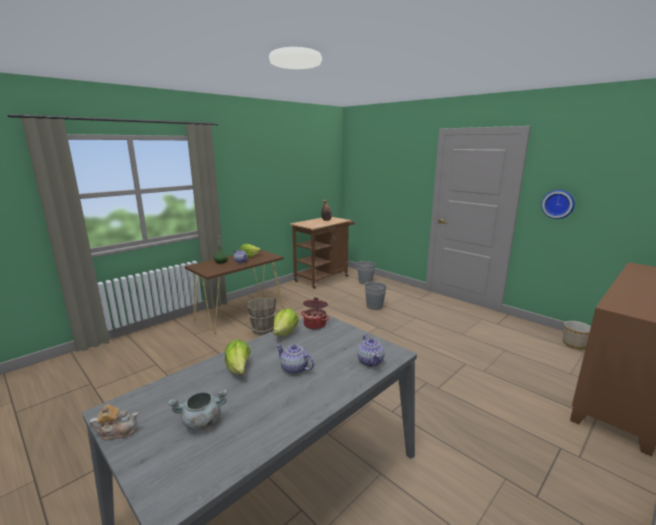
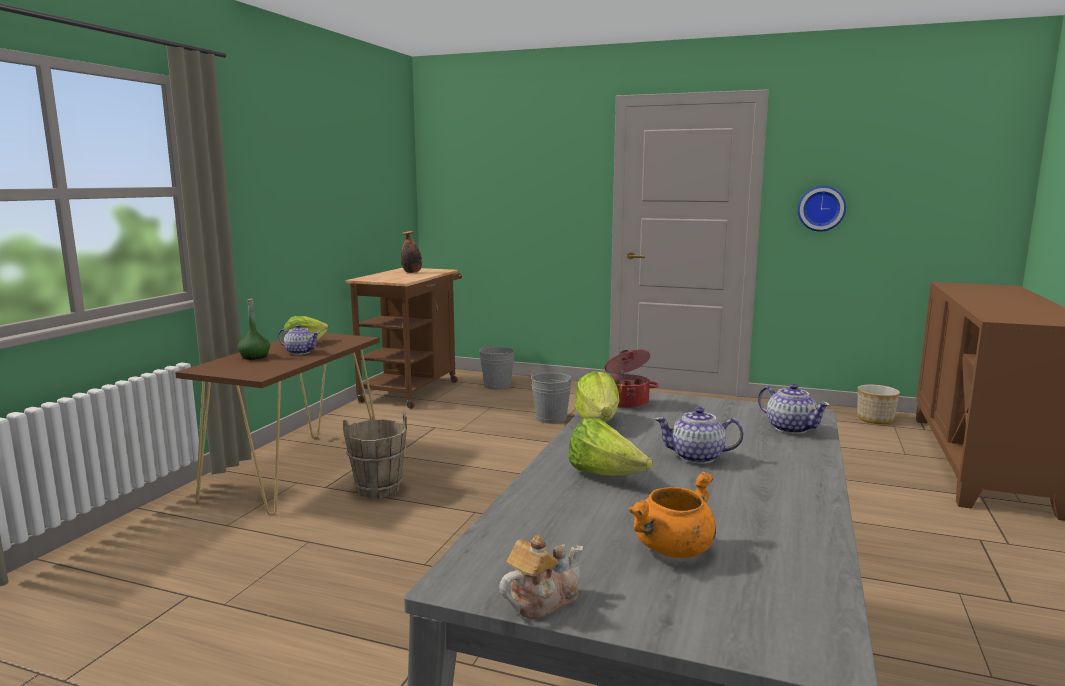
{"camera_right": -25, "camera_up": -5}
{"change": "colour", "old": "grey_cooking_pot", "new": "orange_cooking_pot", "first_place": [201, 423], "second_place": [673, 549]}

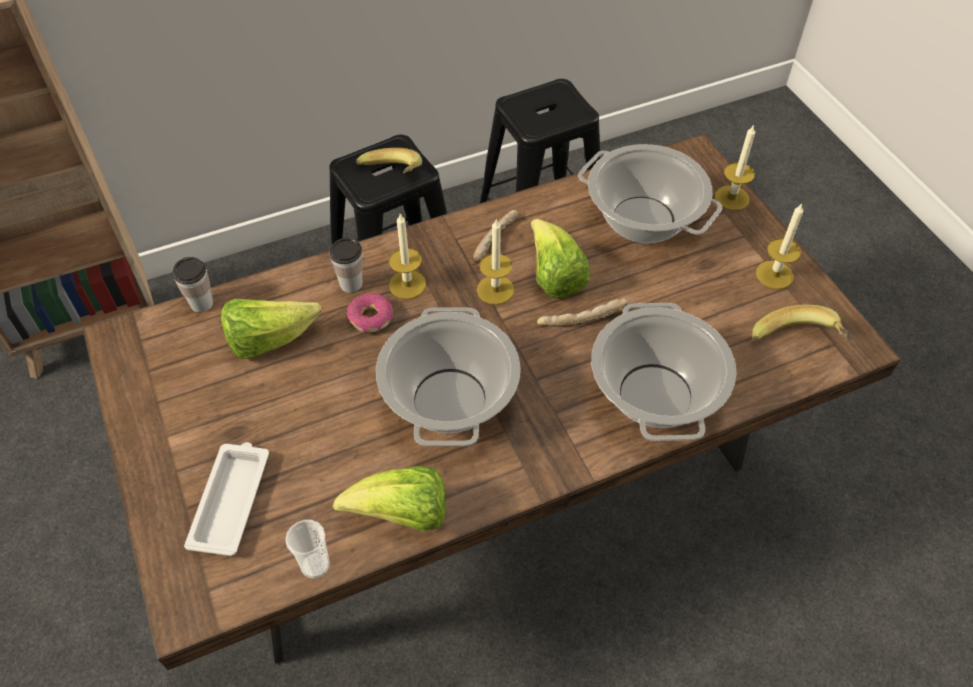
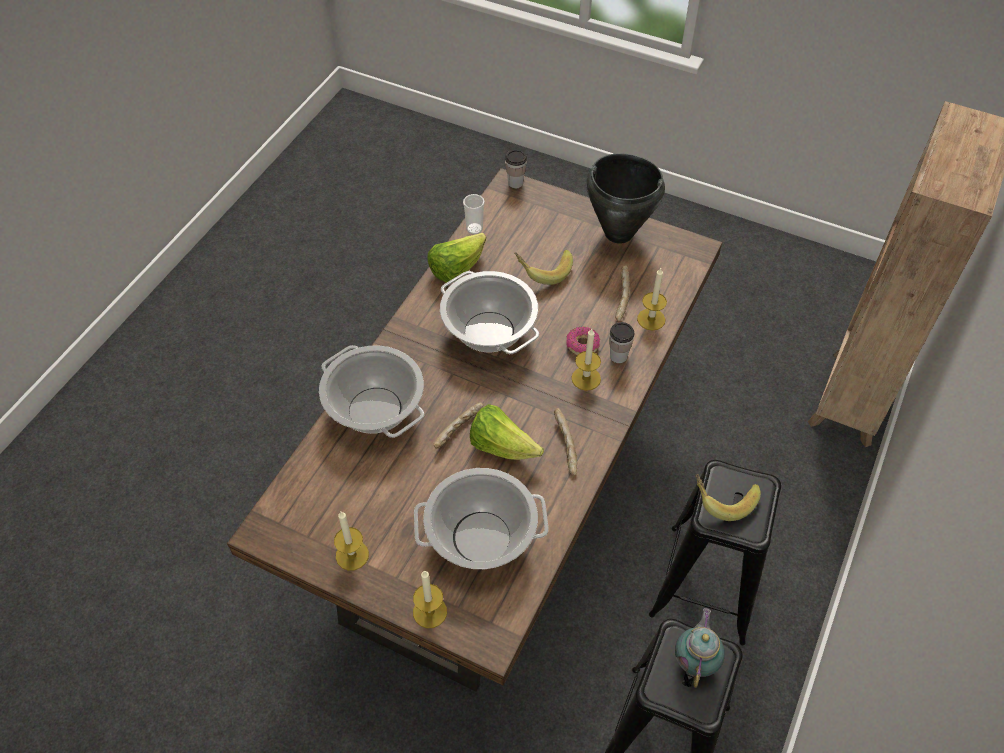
{"camera_right": 140, "camera_up": 0}
{"change": "relocated", "old": "cup", "first_place": [201, 303], "second_place": [515, 183]}
{"change": "relocated", "old": "banana", "first_place": [797, 344], "second_place": [543, 271]}
{"change": "appeared", "new": "black_cooking_pot", "second_place": [618, 233]}
{"change": "exchanged", "old": "lettuce", "new": "bread", "first_place": [269, 340], "second_place": [620, 297]}
{"change": "relocated", "old": "candle", "first_place": [495, 290], "second_place": [651, 319]}
{"change": "appeared", "new": "teapot", "second_place": [696, 660]}
{"change": "missing", "old": "white_tray", "first_place": [231, 500]}

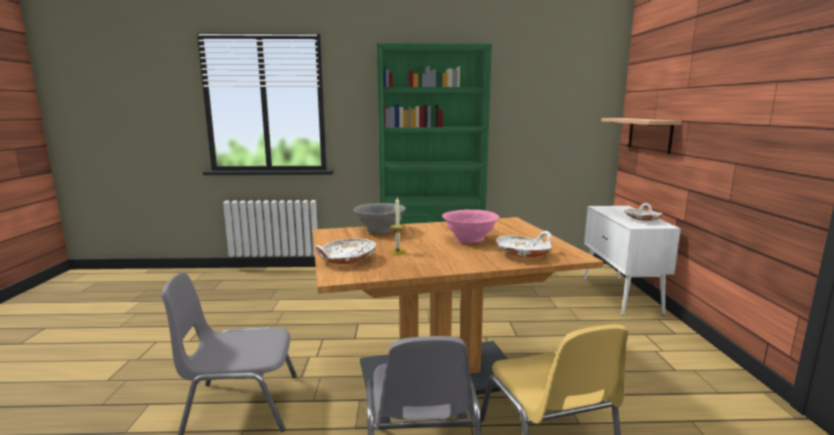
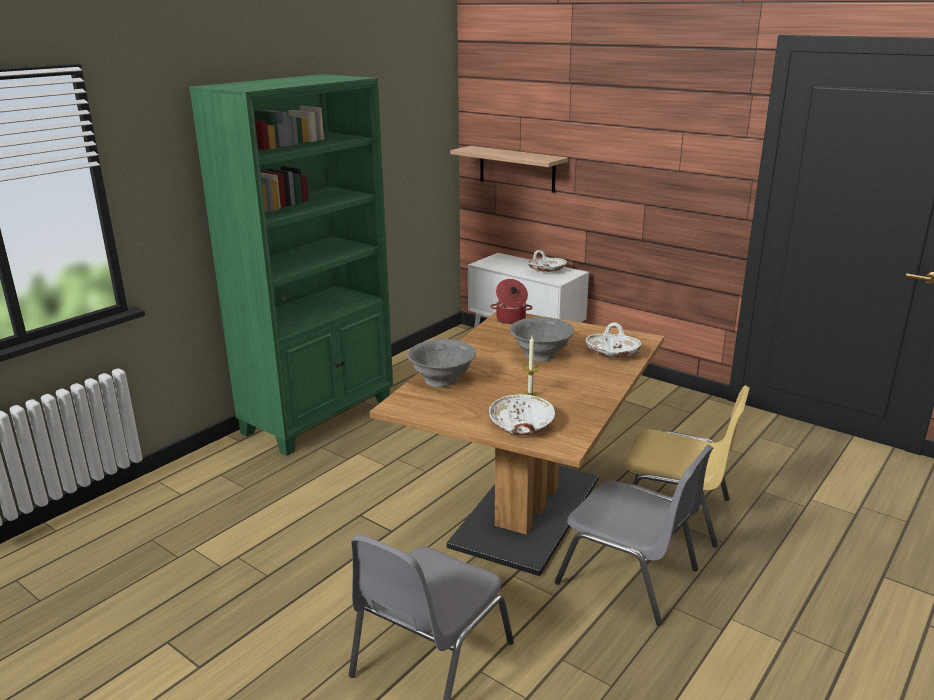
{"camera_right": -50, "camera_up": 10}
{"change": "appeared", "new": "cooking_pot", "second_place": [511, 319]}
{"change": "colour", "old": "pink_bowl", "new": "grey_bowl", "first_place": [470, 240], "second_place": [541, 355]}

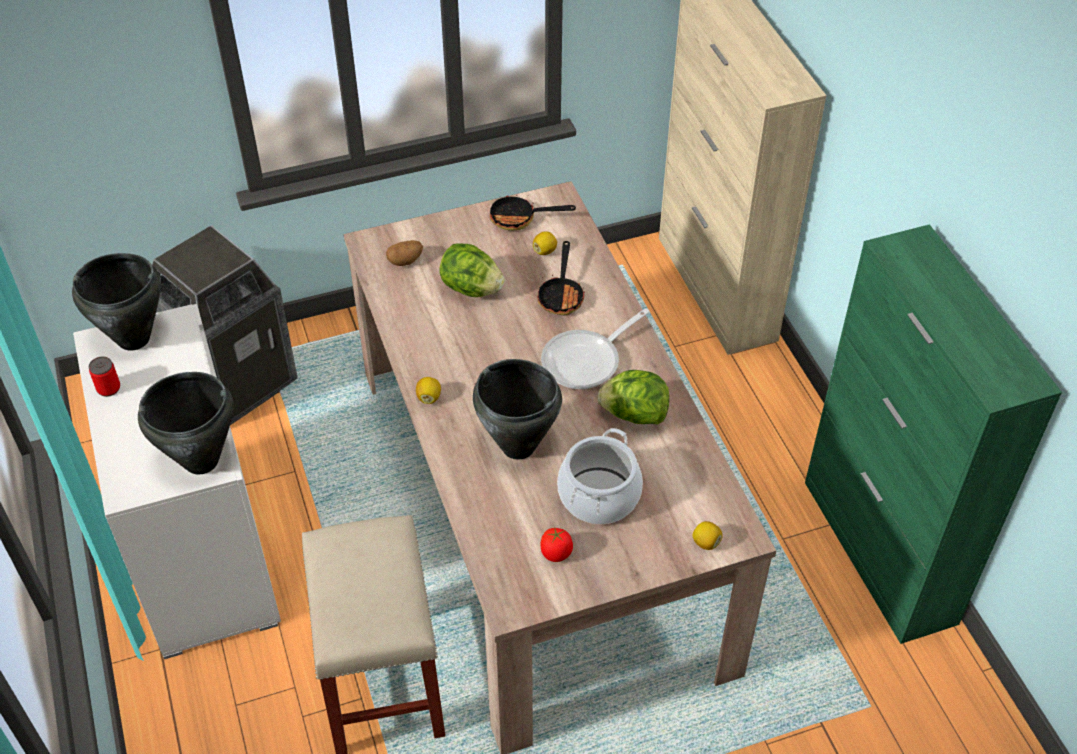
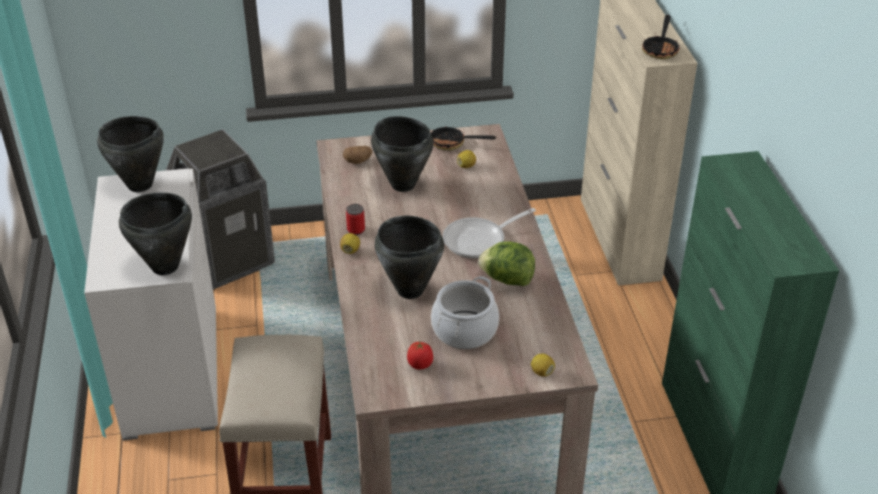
{"camera_right": 10, "camera_up": -10}
{"change": "relocated", "old": "can", "first_place": [108, 388], "second_place": [356, 230]}
{"change": "exchanged", "old": "lettuce", "new": "black_cooking_pot", "first_place": [471, 289], "second_place": [403, 184]}
{"change": "relocated", "old": "frying_pan", "first_place": [561, 295], "second_place": [661, 49]}

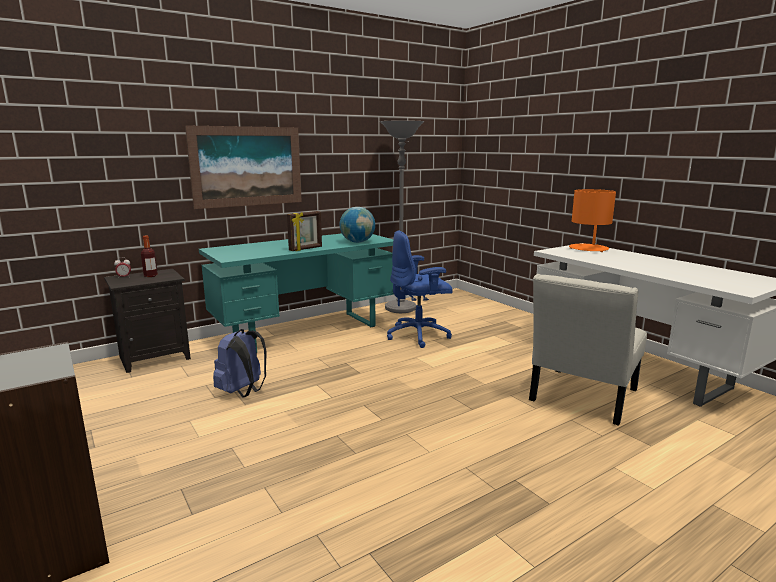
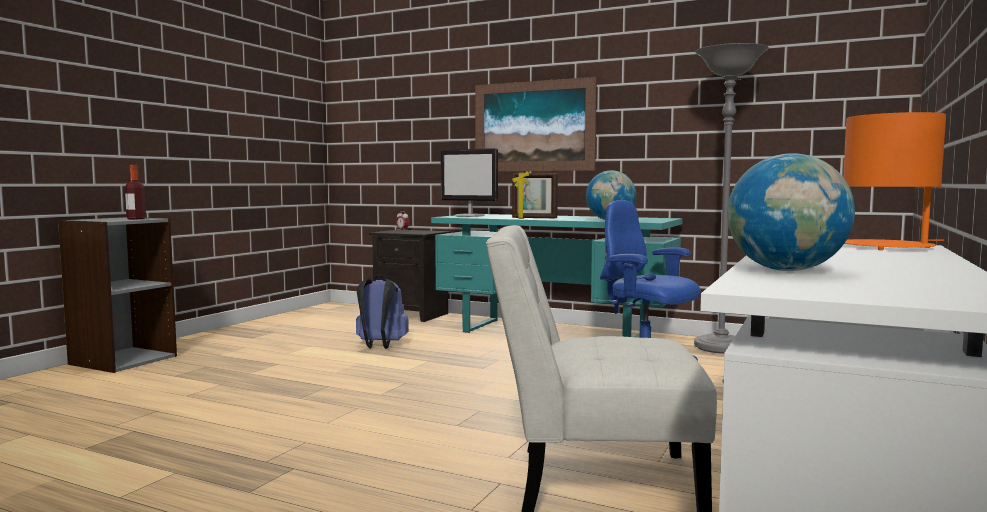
{"camera_right": 60, "camera_up": -10}
{"change": "relocated", "old": "bottle", "first_place": [150, 276], "second_place": [136, 219]}
{"change": "appeared", "new": "monitor", "second_place": [470, 216]}
{"change": "appeared", "new": "globe", "second_place": [786, 270]}

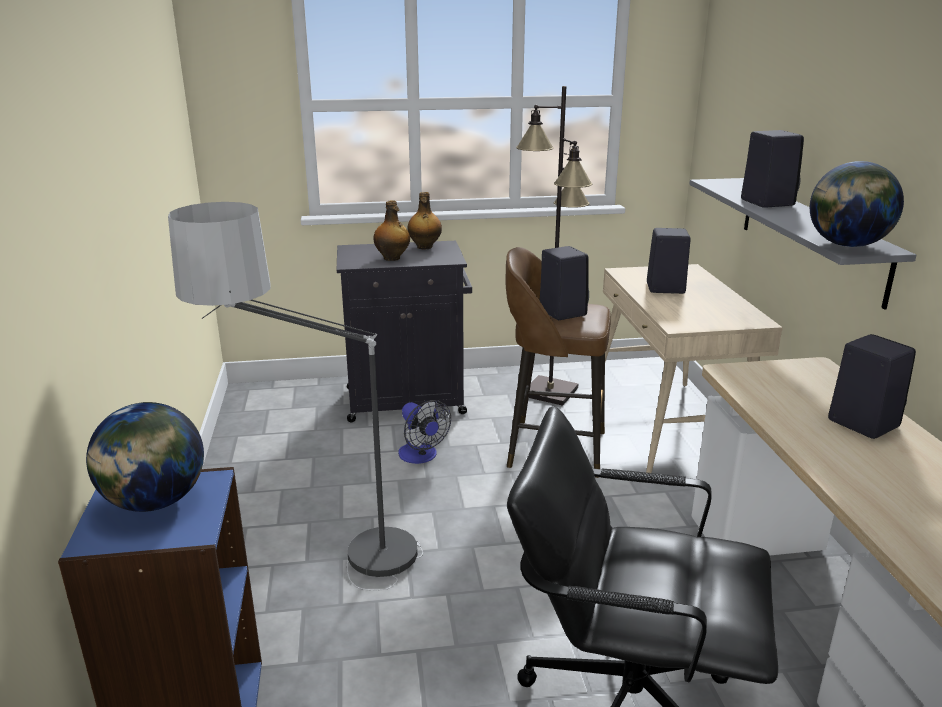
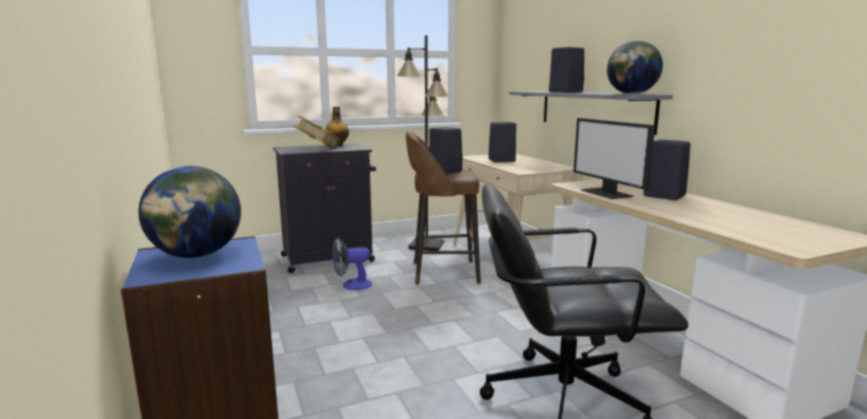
{"camera_right": -15, "camera_up": -10}
{"change": "exchanged", "old": "bottle", "new": "book", "first_place": [392, 258], "second_place": [317, 149]}
{"change": "spun", "old": "fan", "first_place": [421, 456], "second_place": [351, 285], "degrees": 120}
{"change": "appeared", "new": "monitor", "second_place": [607, 193]}
{"change": "missing", "old": "floor_lamp", "first_place": [328, 573]}

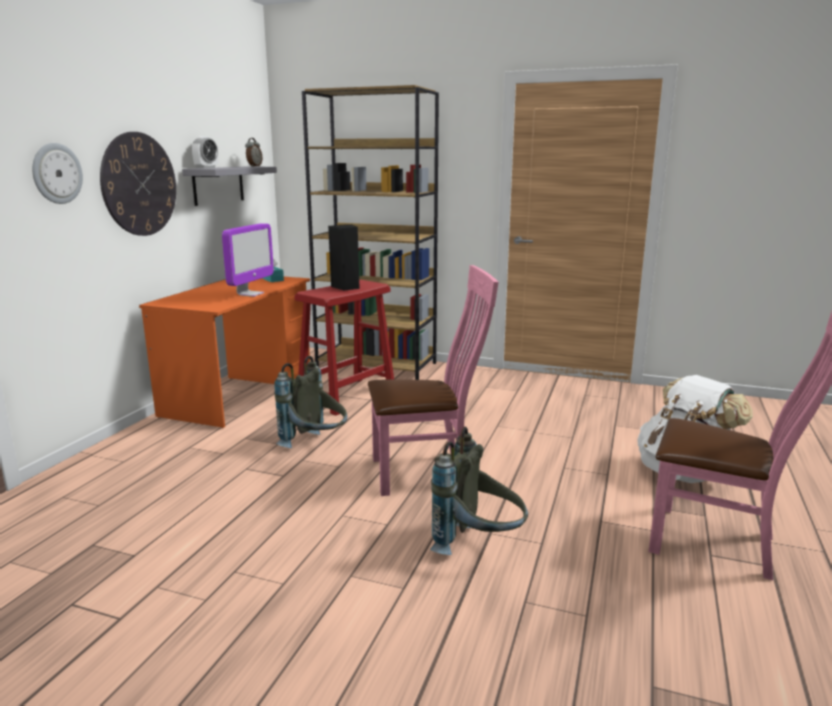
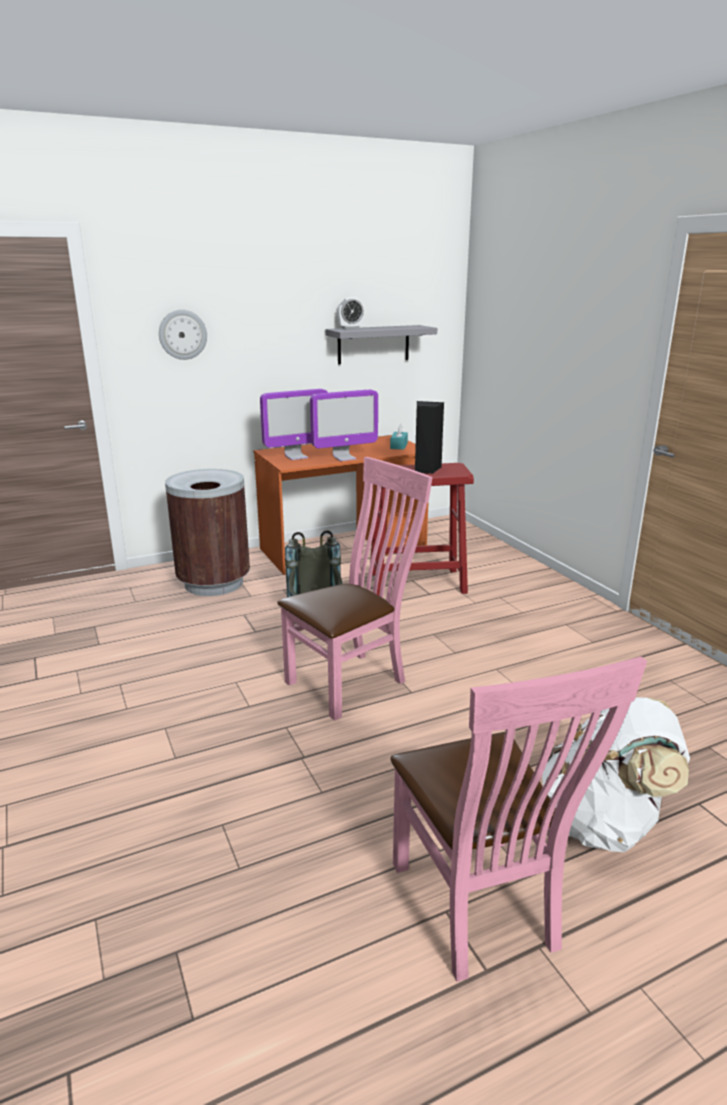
{"camera_right": 45, "camera_up": 5}
{"change": "appeared", "new": "brown_trash_can", "second_place": [214, 583]}
{"change": "appeared", "new": "monitor", "second_place": [296, 457]}
{"change": "spun", "old": "pink_chair", "first_place": [427, 472], "second_place": [352, 681], "degrees": -75}
{"change": "missing", "old": "wall_clock", "first_place": [139, 184]}
{"change": "missing", "old": "alarm_clock", "first_place": [254, 166]}
{"change": "missing", "old": "brown_bookcase", "first_place": [377, 365]}
{"change": "missing", "old": "grey_backpack", "first_place": [479, 546]}

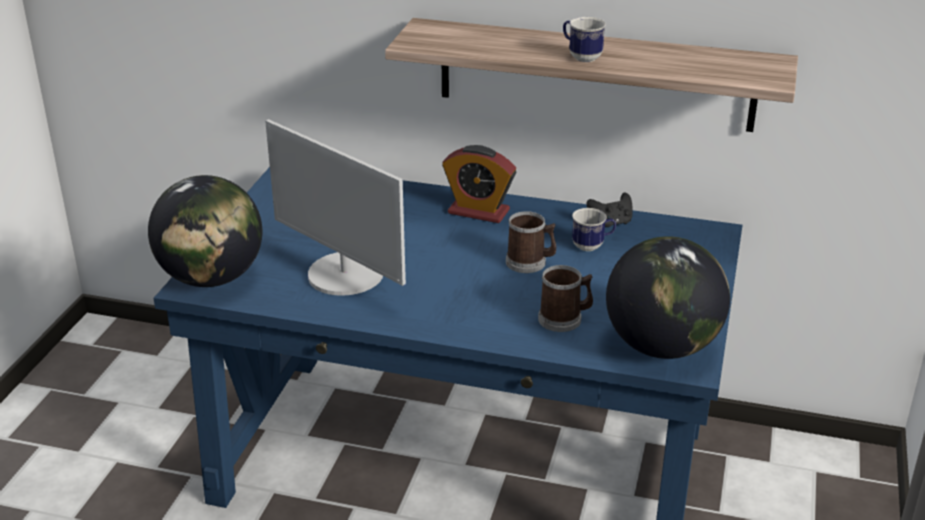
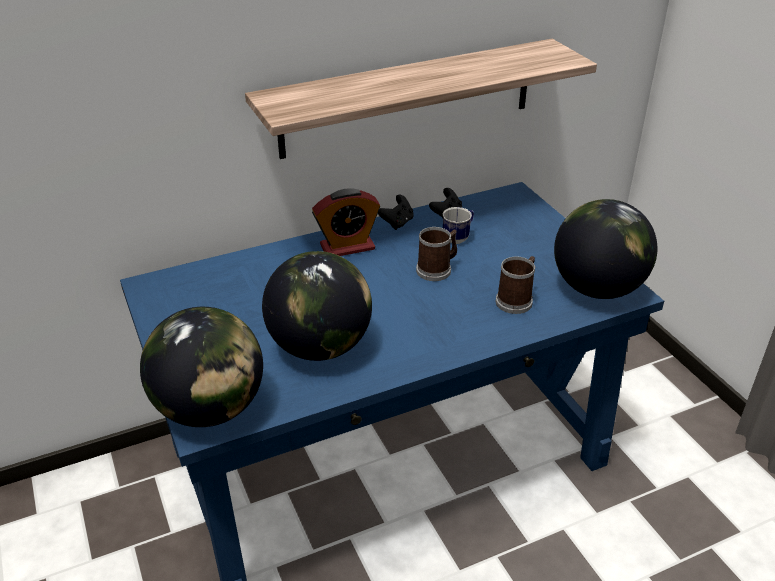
{"camera_right": -40, "camera_up": 5}
{"change": "exchanged", "old": "monitor", "new": "globe", "first_place": [345, 275], "second_place": [320, 347]}
{"change": "appeared", "new": "black_game_controller", "second_place": [397, 223]}
{"change": "missing", "old": "mug", "first_place": [581, 57]}

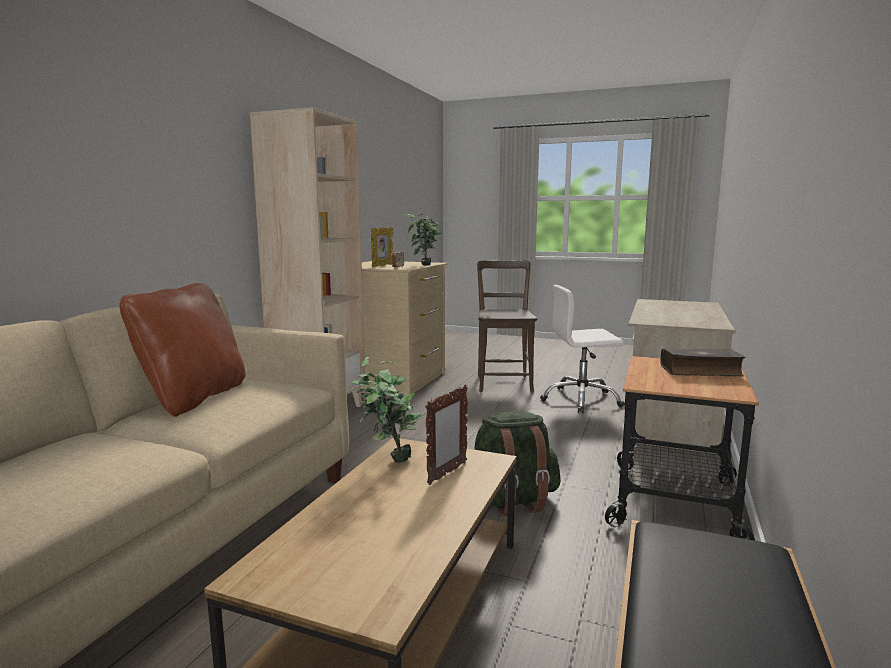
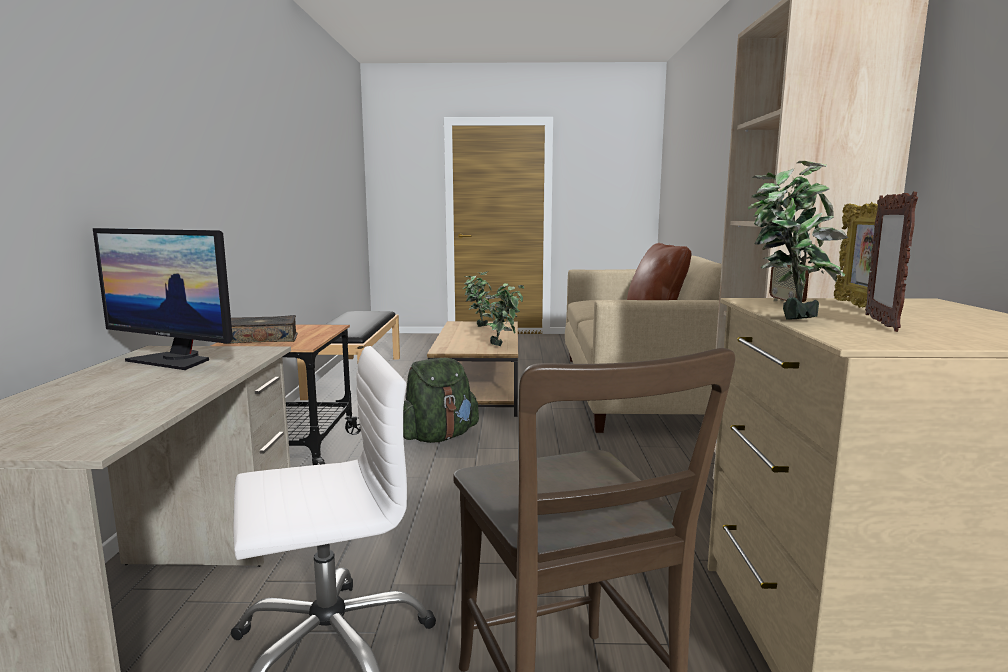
{"camera_right": 160, "camera_up": 0}
{"change": "appeared", "new": "monitor", "second_place": [174, 360]}
{"change": "appeared", "new": "potted_plant", "second_place": [478, 326]}
{"change": "relocated", "old": "picture_frame", "first_place": [447, 473], "second_place": [881, 323]}

